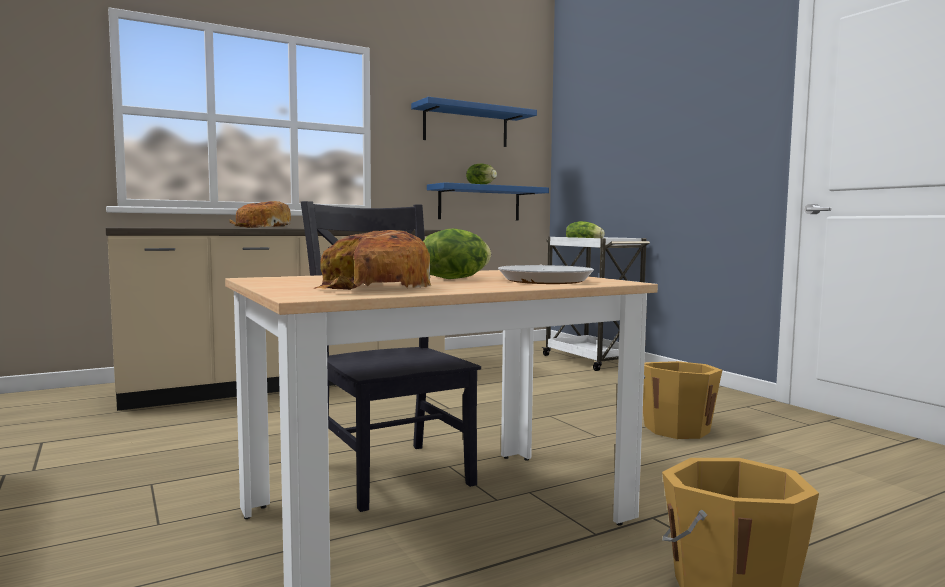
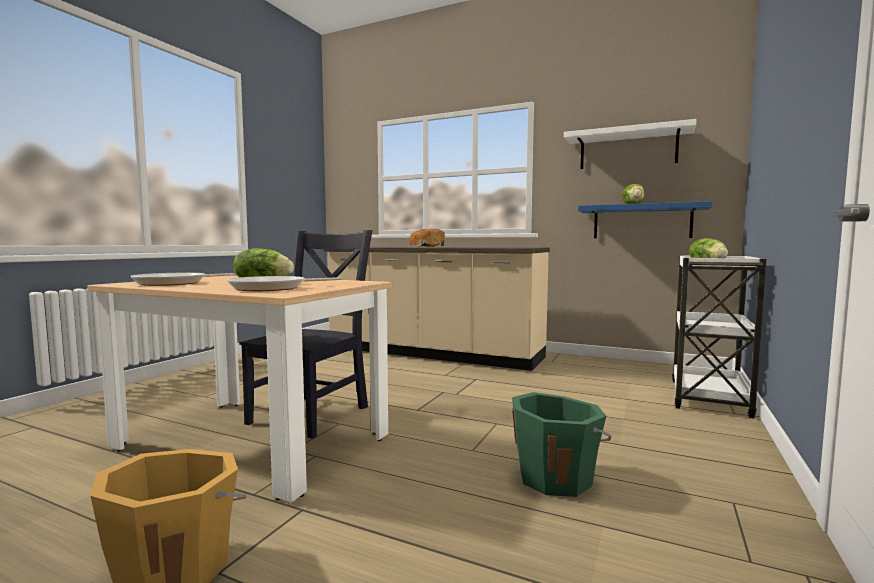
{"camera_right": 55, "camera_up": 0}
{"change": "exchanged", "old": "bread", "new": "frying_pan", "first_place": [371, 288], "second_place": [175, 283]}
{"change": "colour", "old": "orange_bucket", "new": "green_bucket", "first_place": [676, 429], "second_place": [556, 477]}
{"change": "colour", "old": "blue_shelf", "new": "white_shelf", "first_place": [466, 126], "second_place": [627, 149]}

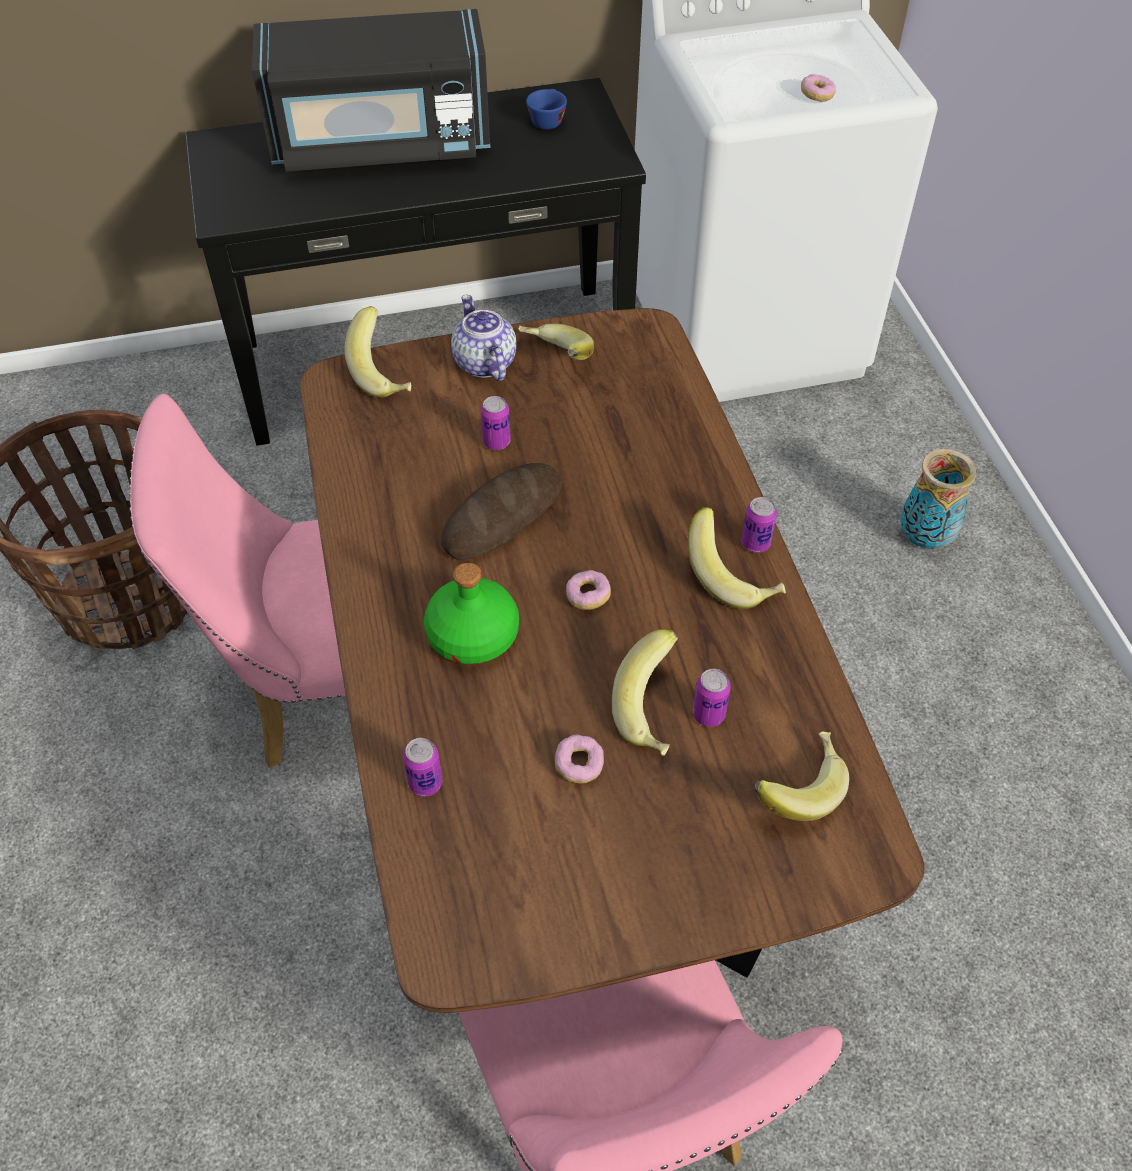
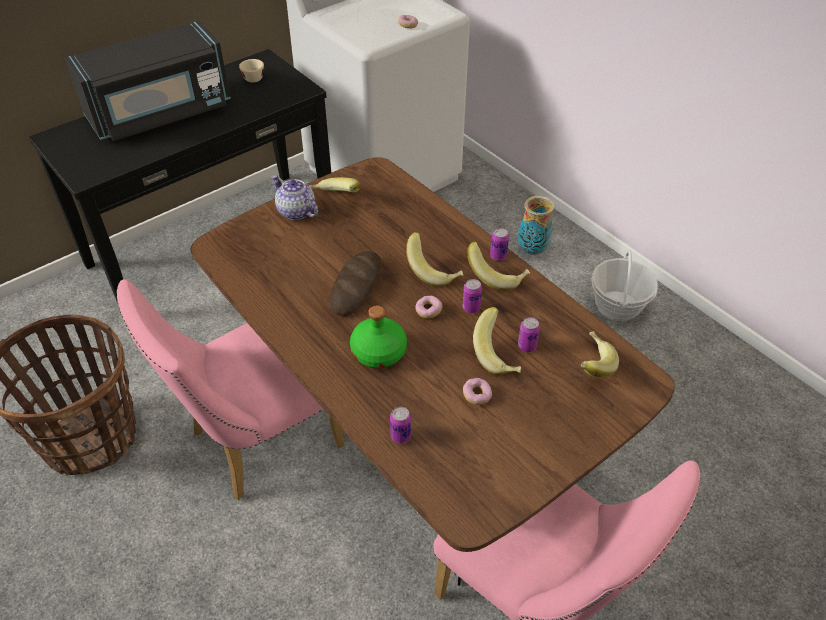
{"camera_right": -25, "camera_up": -5}
{"change": "colour", "old": "blue_cup", "new": "beige_cup", "first_place": [547, 120], "second_place": [253, 77]}
{"change": "relocated", "old": "banana", "first_place": [385, 373], "second_place": [434, 271]}
{"change": "relocated", "old": "can", "first_place": [496, 442], "second_place": [471, 308]}
{"change": "appeared", "new": "basket", "second_place": [617, 306]}

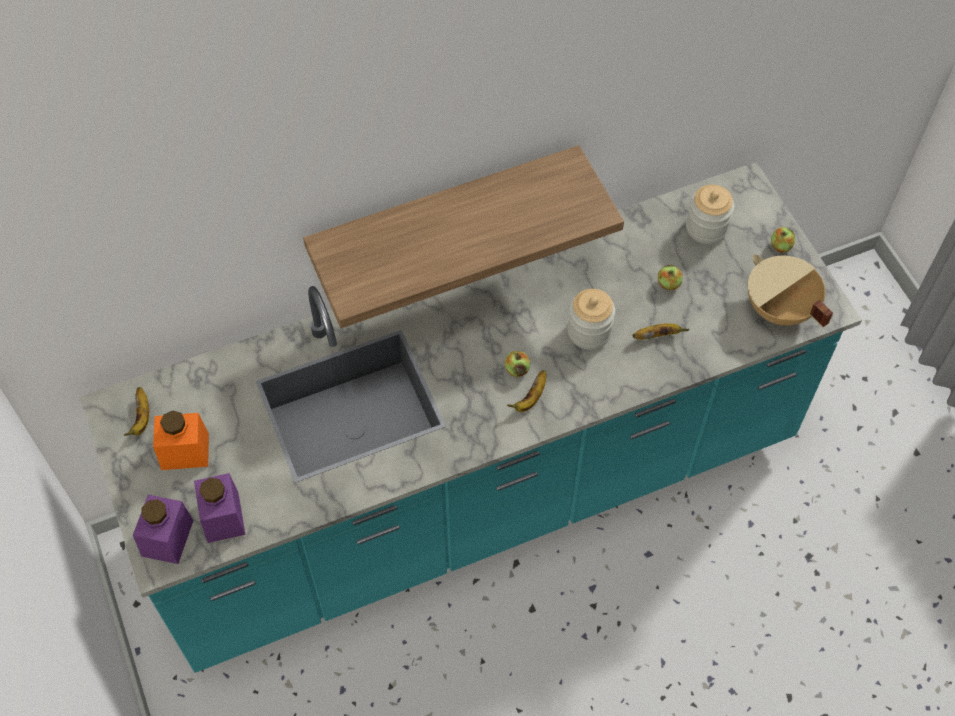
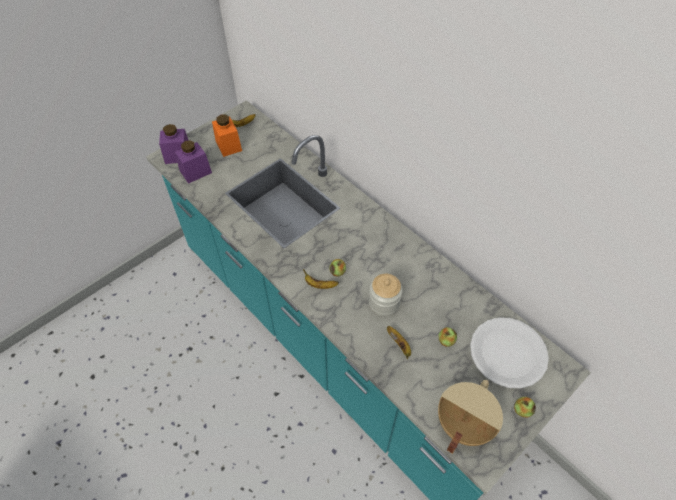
{"camera_right": 70, "camera_up": -5}
{"change": "exchanged", "old": "jar", "new": "white_plate", "first_place": [706, 228], "second_place": [508, 353]}
{"change": "missing", "old": "shelf", "first_place": [445, 215]}

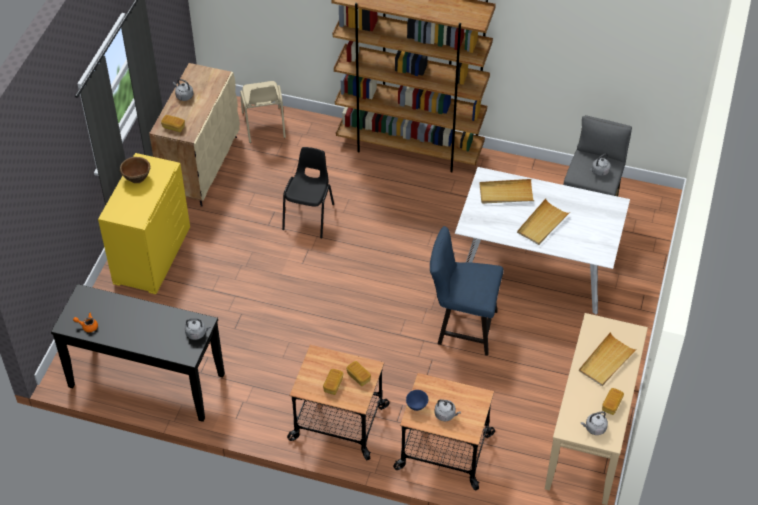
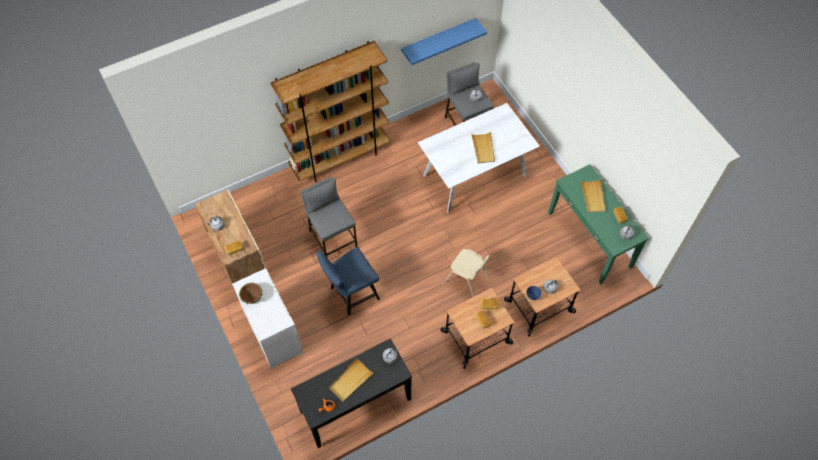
{"camera_right": -45, "camera_up": 10}
{"change": "colour", "old": "yellow_dresser", "new": "white_dresser", "first_place": [151, 255], "second_place": [273, 334]}
{"change": "exchanged", "old": "black_chair", "new": "grey_stool", "first_place": [309, 217], "second_place": [333, 239]}
{"change": "relocated", "old": "blue_chair", "first_place": [462, 327], "second_place": [351, 294]}
{"change": "relocated", "old": "beige_tray", "first_place": [506, 193], "second_place": [350, 381]}
{"change": "appeared", "new": "blue_shelf", "second_place": [438, 39]}
{"change": "relocated", "old": "beige_chair", "first_place": [263, 125], "second_place": [467, 279]}
{"change": "colour", "old": "beige_console_table", "new": "green_console_table", "first_place": [591, 435], "second_place": [589, 239]}

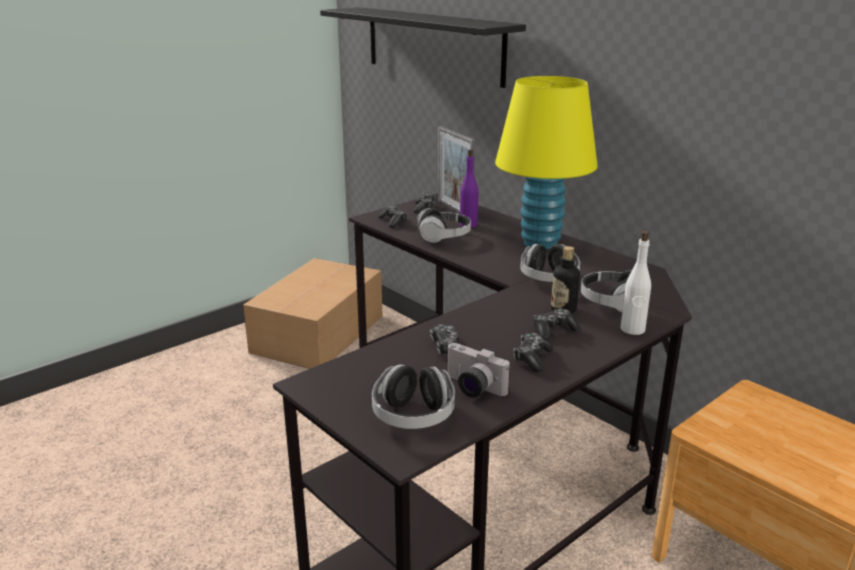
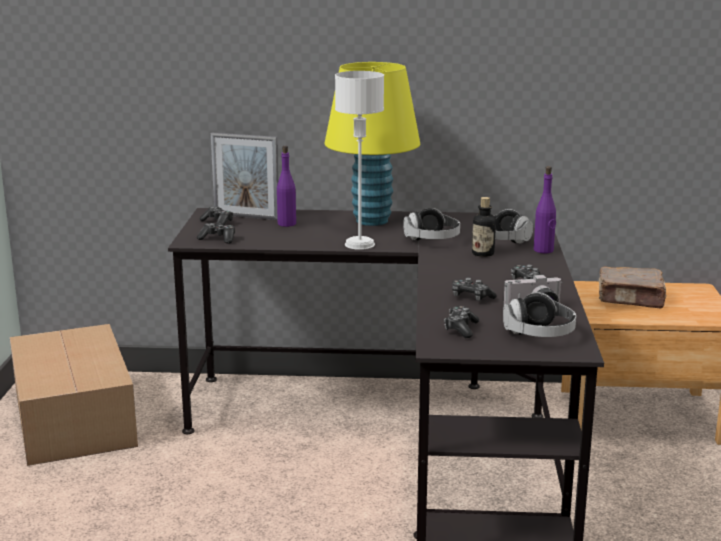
{"camera_right": -45, "camera_up": -5}
{"change": "appeared", "new": "white_table_lamp", "second_place": [360, 244]}
{"change": "relocated", "old": "game_controller", "first_place": [553, 331], "second_place": [461, 329]}
{"change": "colour", "old": "white_bottle", "new": "purple_bottle", "first_place": [632, 329], "second_place": [543, 250]}
{"change": "appeared", "new": "brown_book", "second_place": [631, 299]}
{"change": "missing", "old": "black_shelf", "first_place": [433, 45]}
{"change": "missing", "old": "headphones", "first_place": [443, 237]}

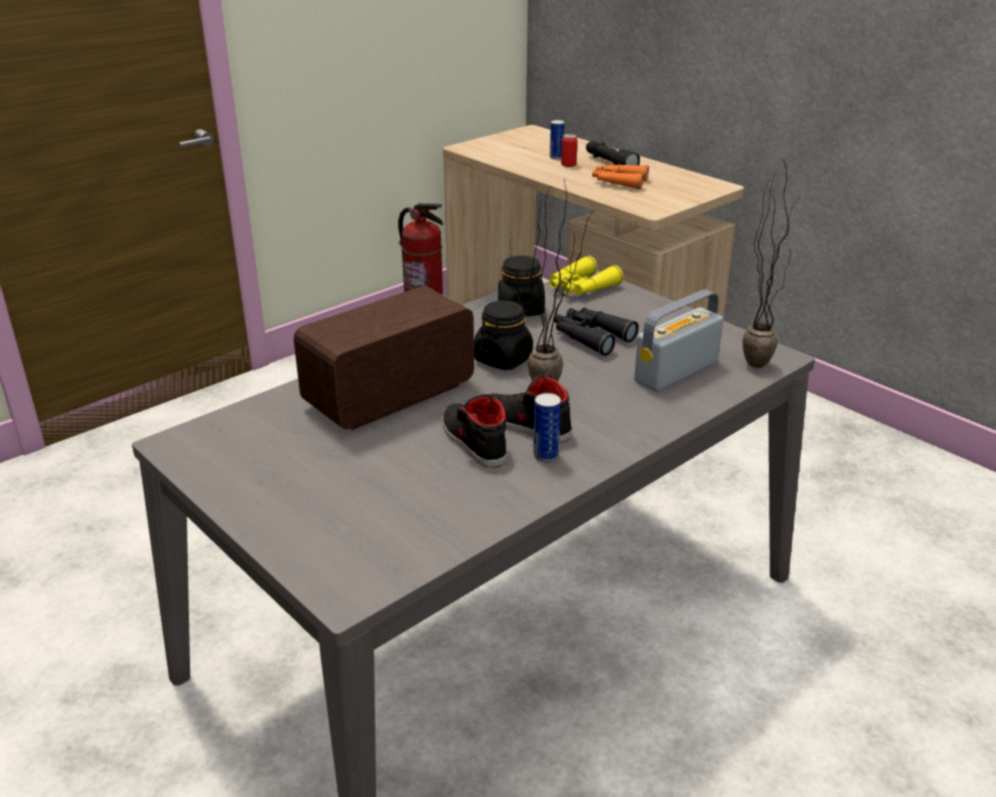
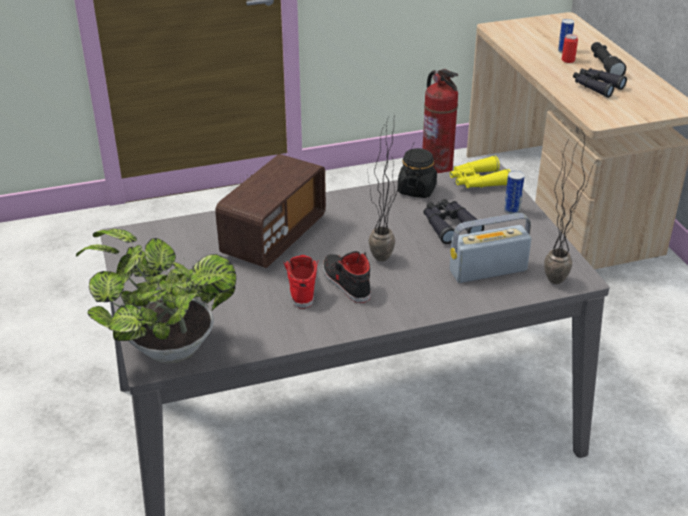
{"camera_right": 25, "camera_up": 5}
{"change": "appeared", "new": "potted_plant", "second_place": [166, 348]}
{"change": "spun", "old": "radio", "first_place": [390, 396], "second_place": [274, 237], "degrees": 135}
{"change": "colour", "old": "black_shoe", "new": "red_shoe", "first_place": [472, 440], "second_place": [301, 285]}
{"change": "relocated", "old": "can", "first_place": [546, 456], "second_place": [512, 210]}
{"change": "colour", "old": "orange_binoculars", "new": "black_binoculars", "first_place": [618, 182], "second_place": [596, 86]}
{"change": "missing", "old": "black_jar", "first_place": [503, 359]}

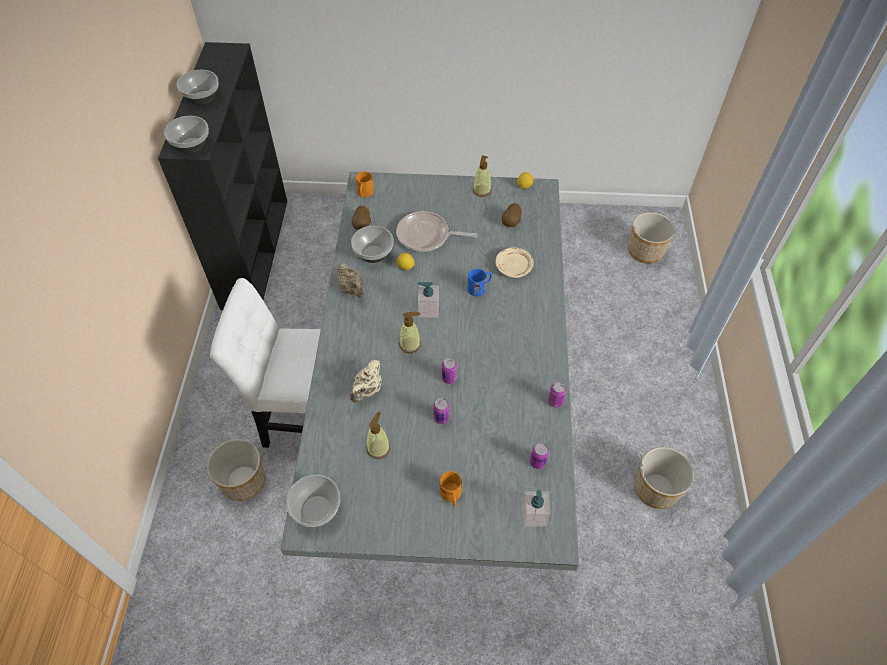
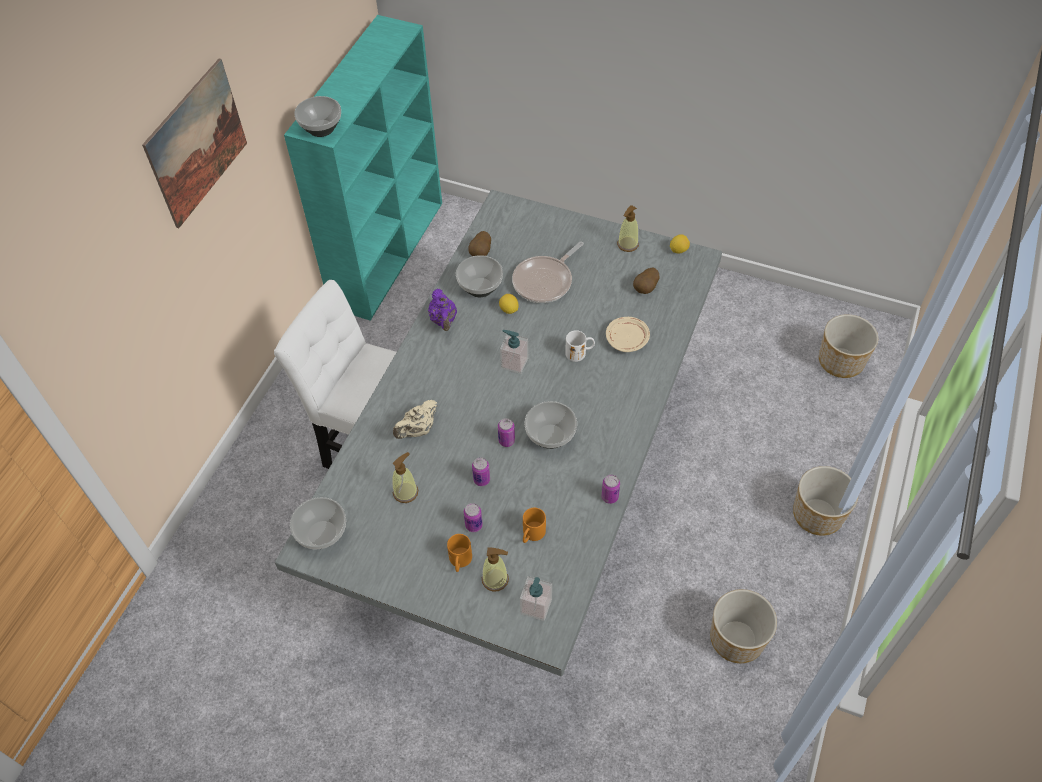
{"camera_right": 20, "camera_up": 0}
{"change": "appeared", "new": "picture", "second_place": [197, 143]}
{"change": "colour", "old": "black_bookcase", "new": "turquoise_bookcase", "first_place": [255, 251], "second_place": [388, 252]}
{"change": "colour", "old": "beige_teapot", "new": "purple_teapot", "first_place": [353, 289], "second_place": [444, 320]}
{"change": "relocated", "old": "can", "first_place": [537, 462], "second_place": [474, 525]}
{"change": "relocated", "old": "soap_dispenser", "first_place": [410, 344], "second_place": [495, 579]}
{"change": "spun", "old": "frying_pan", "first_place": [426, 236], "second_place": [545, 281], "degrees": -75}
{"change": "relocated", "old": "orange_mug", "first_place": [364, 194], "second_place": [532, 535]}
{"change": "relocated", "old": "bowl", "first_place": [203, 98], "second_place": [551, 436]}
{"change": "colour", "old": "blue_mug", "new": "white_mug", "first_place": [479, 287], "second_place": [579, 352]}
{"change": "relocated", "old": "planter", "first_place": [244, 480], "second_place": [818, 514]}

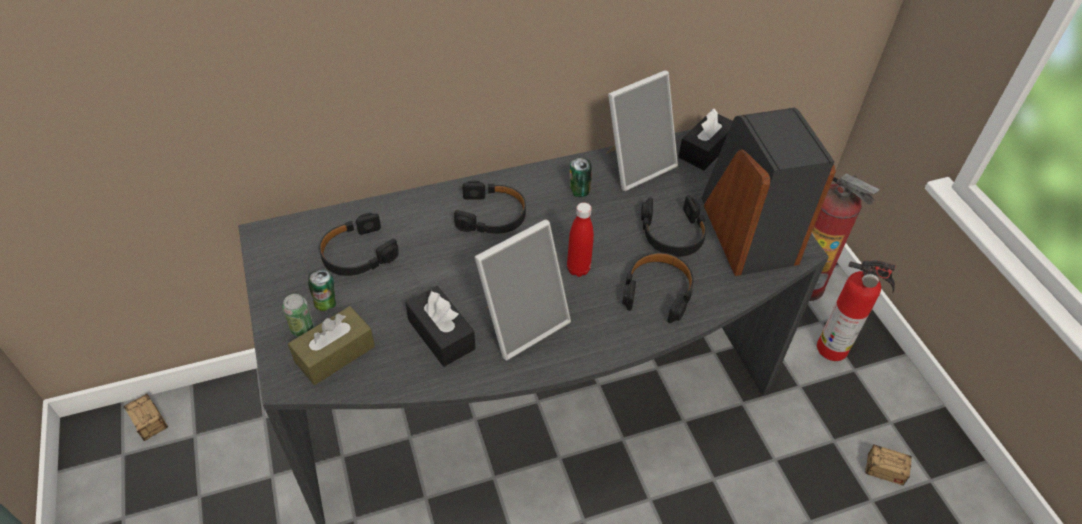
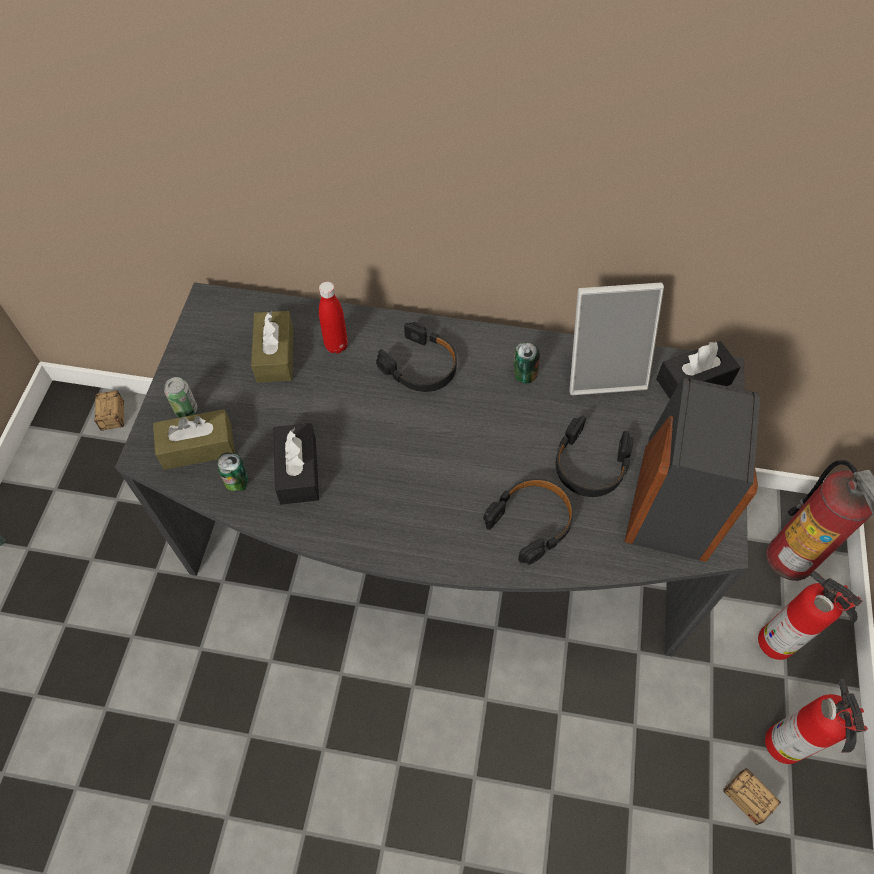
{"camera_right": 30, "camera_up": 10}
{"change": "relocated", "old": "can", "first_place": [326, 304], "second_place": [237, 483]}
{"change": "exchanged", "old": "black_headphones", "new": "brown_tissue_box", "first_place": [357, 254], "second_place": [275, 355]}
{"change": "relocated", "old": "red_bottle", "first_place": [578, 269], "second_place": [336, 346]}
{"change": "appeared", "new": "fire_extinguisher", "second_place": [784, 747]}
{"change": "missing", "old": "picture_frame", "first_place": [522, 322]}

